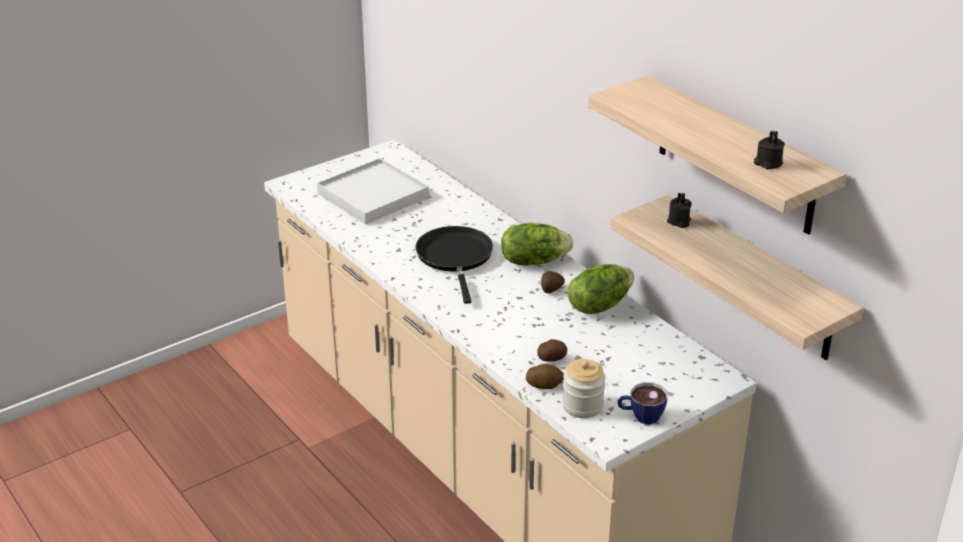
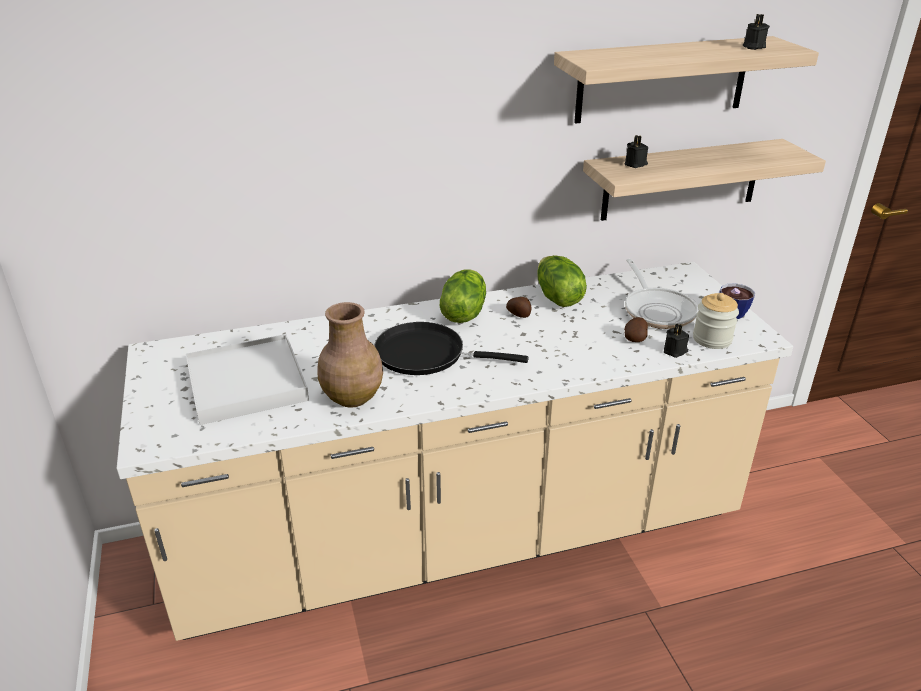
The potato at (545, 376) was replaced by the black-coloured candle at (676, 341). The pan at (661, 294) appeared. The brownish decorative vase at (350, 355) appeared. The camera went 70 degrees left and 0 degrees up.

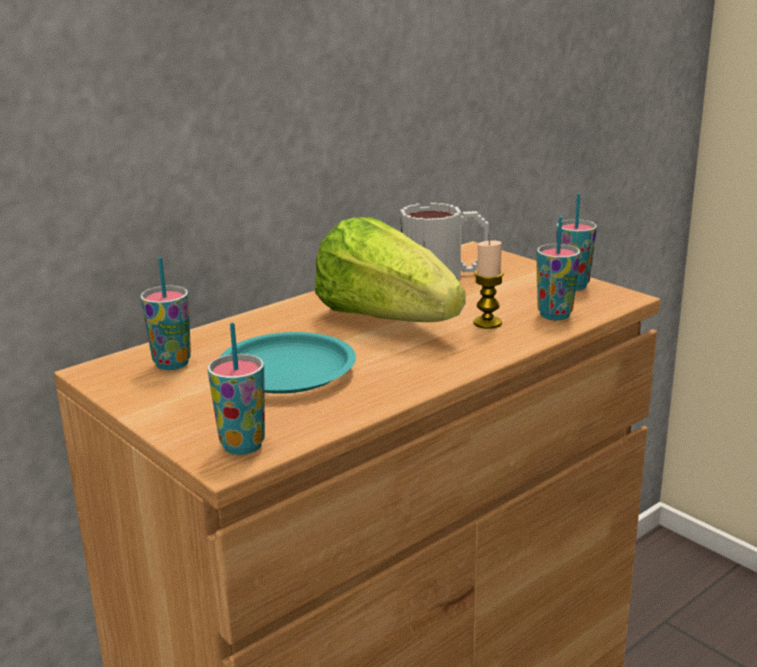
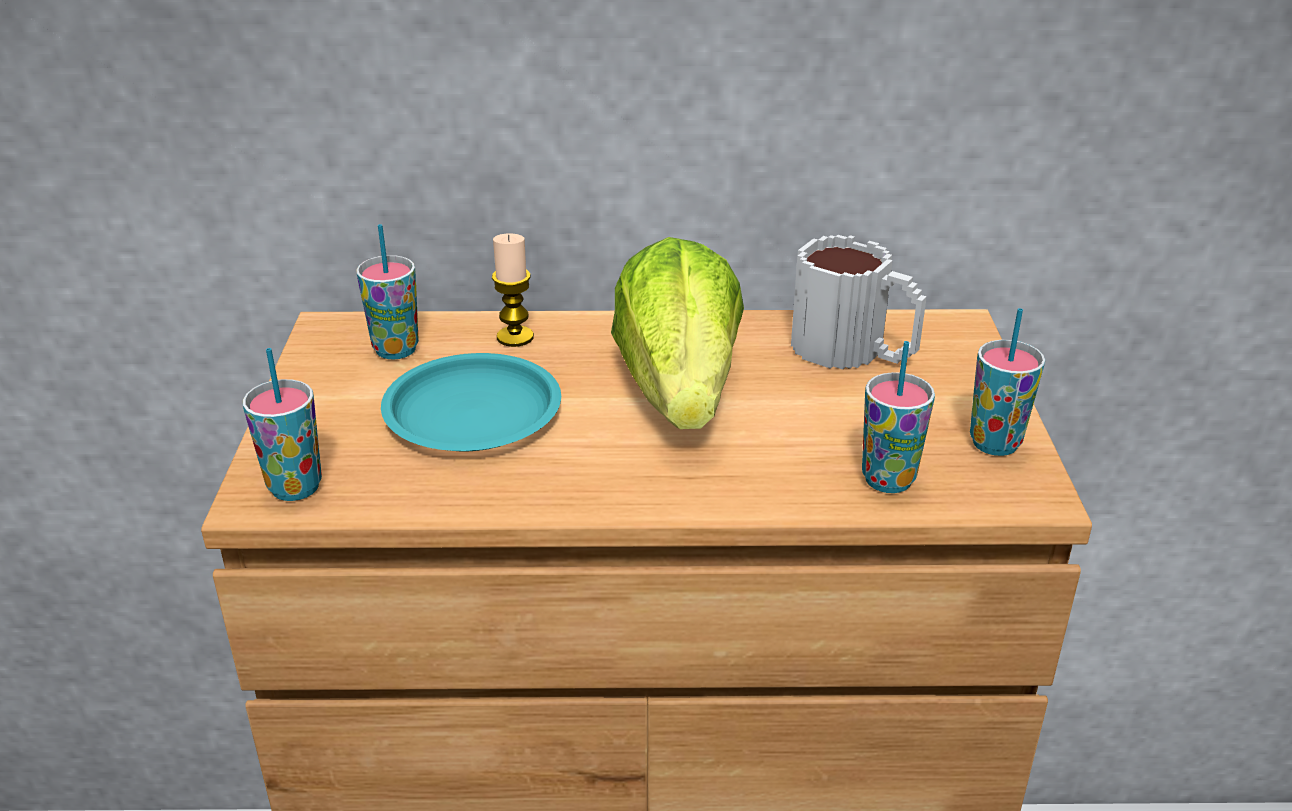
The candle moved from (488, 284) to (513, 290). The camera went 40 degrees right and 10 degrees up.

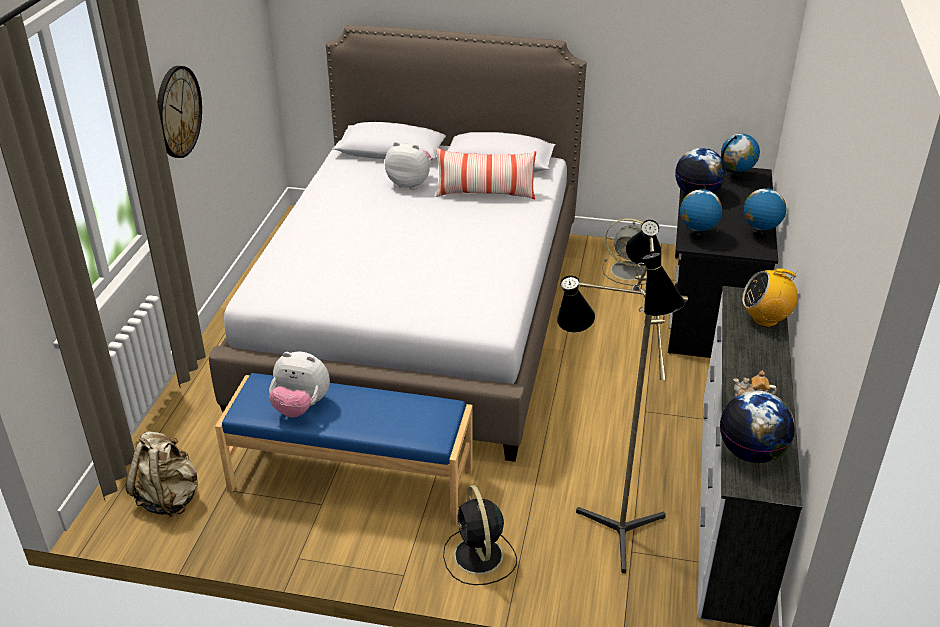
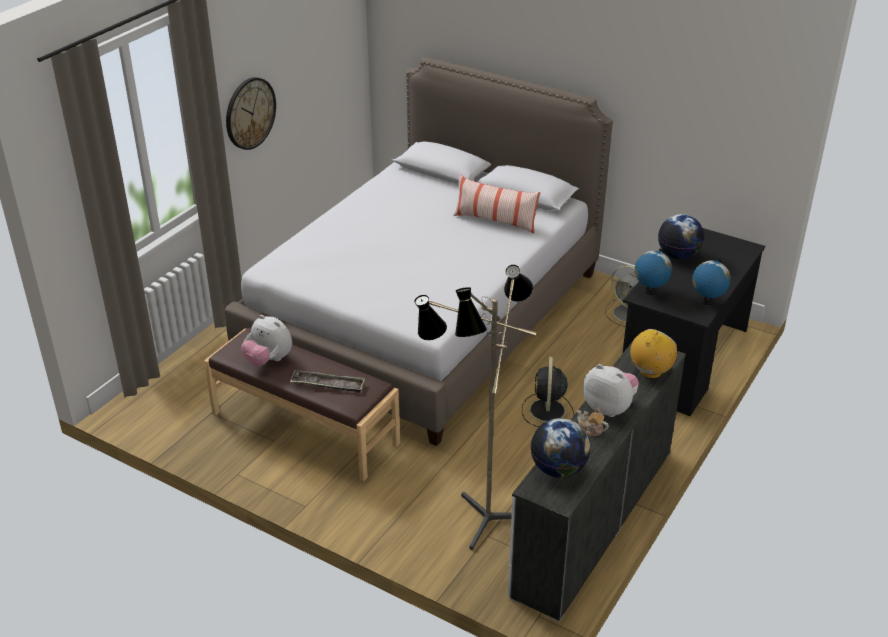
The globe at (740, 157) disappeared. The plush toy moved from (408, 166) to (611, 390). The radio receiver at (770, 297) turned 105 degrees clockwise. The blue long seat at (344, 449) became the brownish long seat at (302, 405). The beige backpack at (162, 474) disappeared. The black-coloured fan moved from (480, 535) to (548, 392). The serving tray at (327, 381) appeared. The camera went 20 degrees right and 0 degrees up.

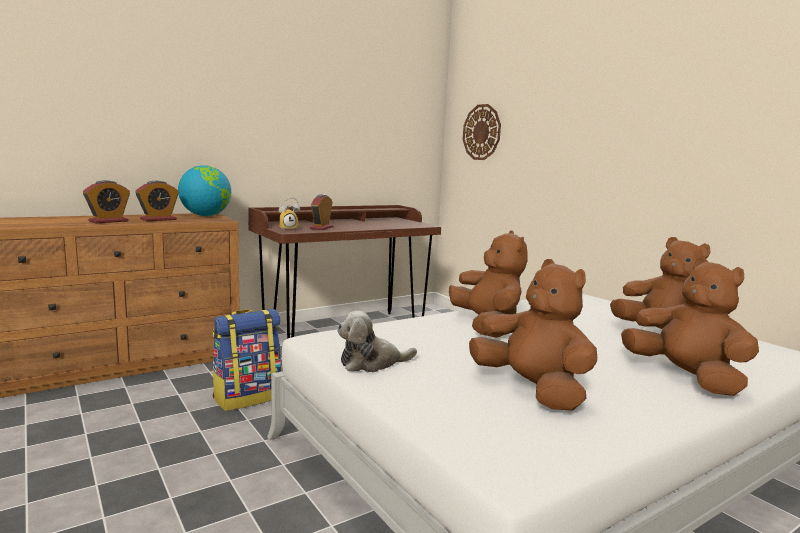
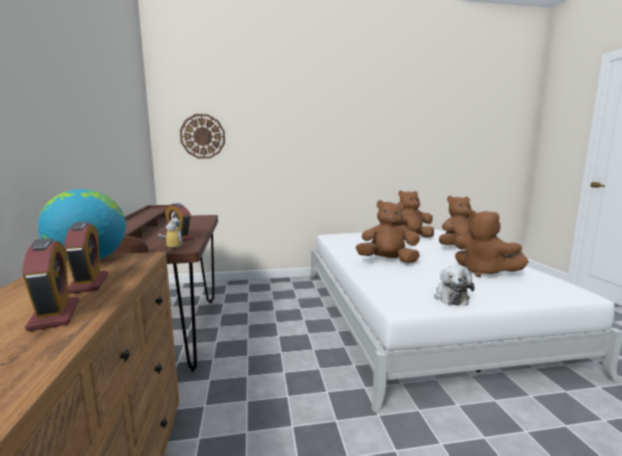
The brownish plush toy at (533, 335) turned 120 degrees counterclockwise. The backpack at (247, 360) disappeared. The camera went 65 degrees left and 0 degrees up.

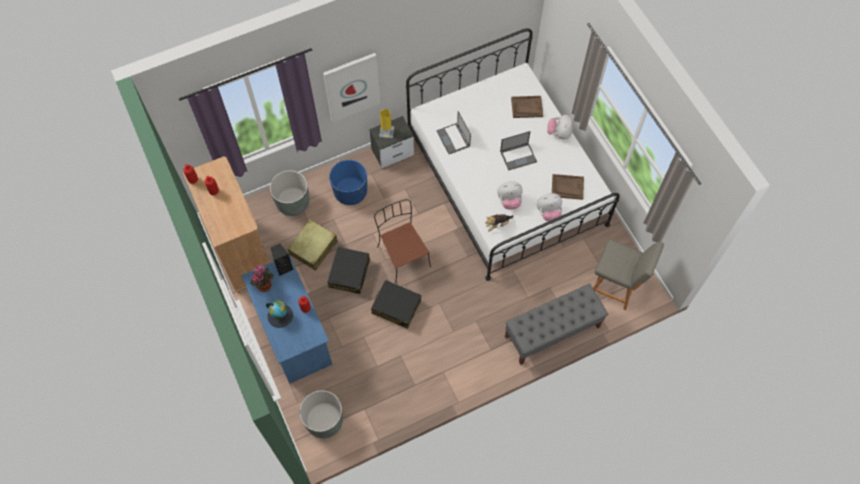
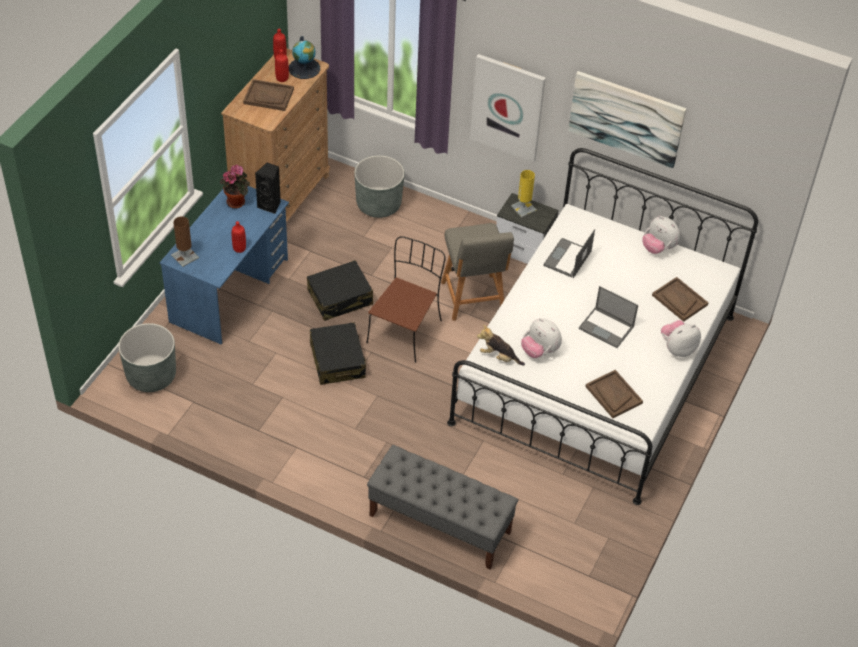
The blue flower pot at (348, 182) disappeared. The plush toy moved from (549, 207) to (661, 235). The beige suitcase at (312, 245) disappeared. The gray plain chair moved from (628, 274) to (477, 272). The globe moved from (279, 314) to (304, 57). The wall art at (627, 120) appeared. The brownish serving tray at (268, 95) appeared. The brownish lamp for a table at (185, 241) appeared. The camera went 50 degrees right and 15 degrees down.

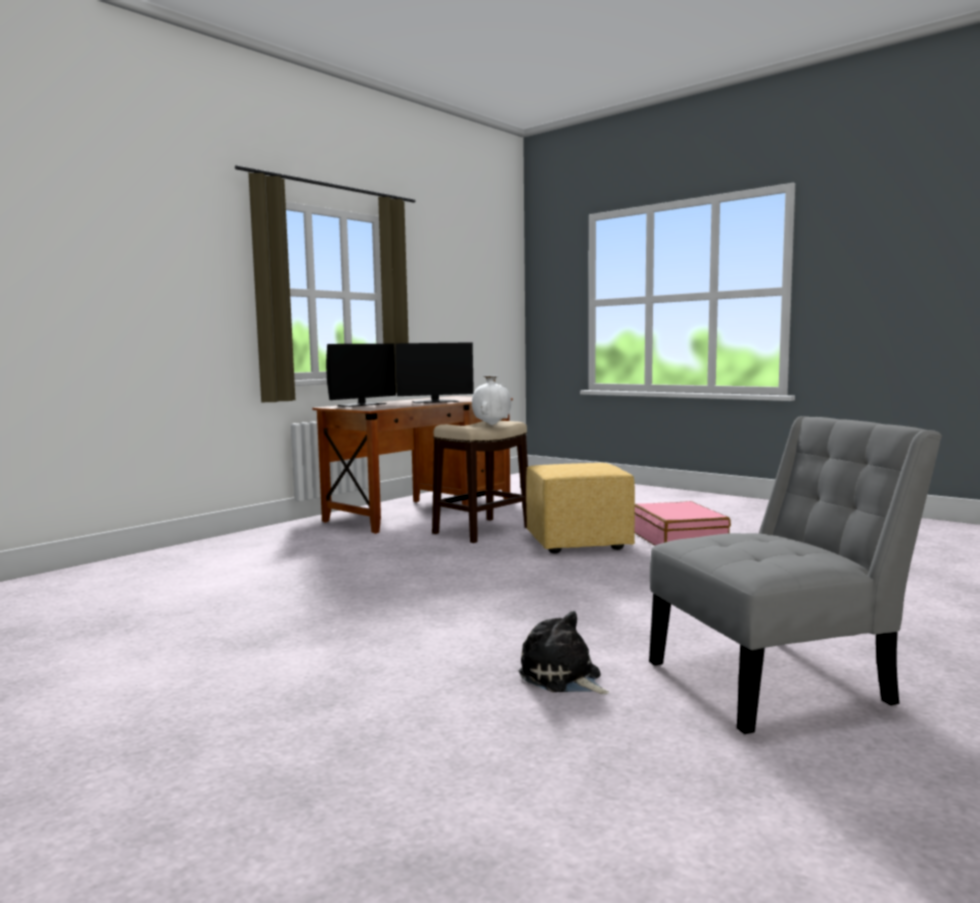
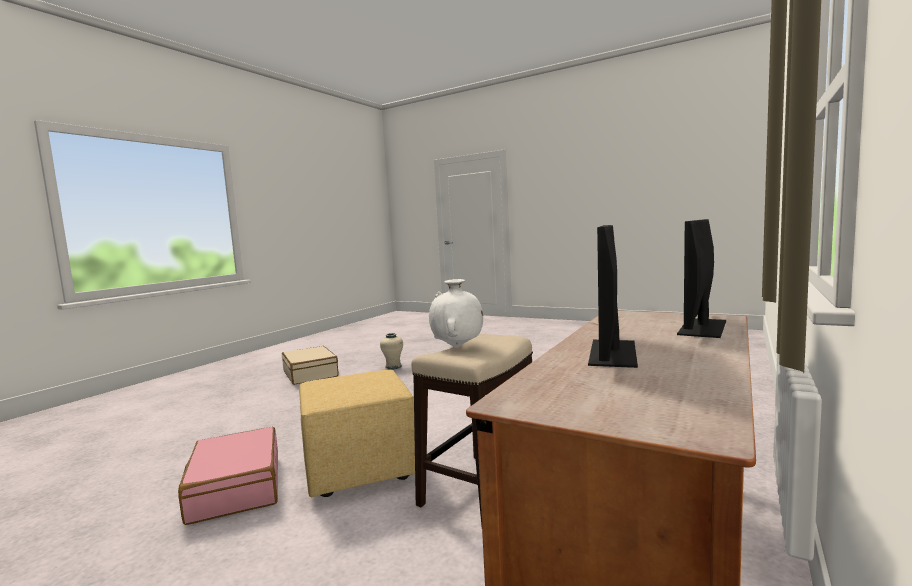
The monitor at (434, 372) turned 45 degrees counterclockwise. The gray plain chair at (795, 575) was replaced by the beige suitcase at (310, 365). The plush toy at (564, 652) was replaced by the beige decorative vase at (391, 351). The camera went 170 degrees right and 0 degrees up.

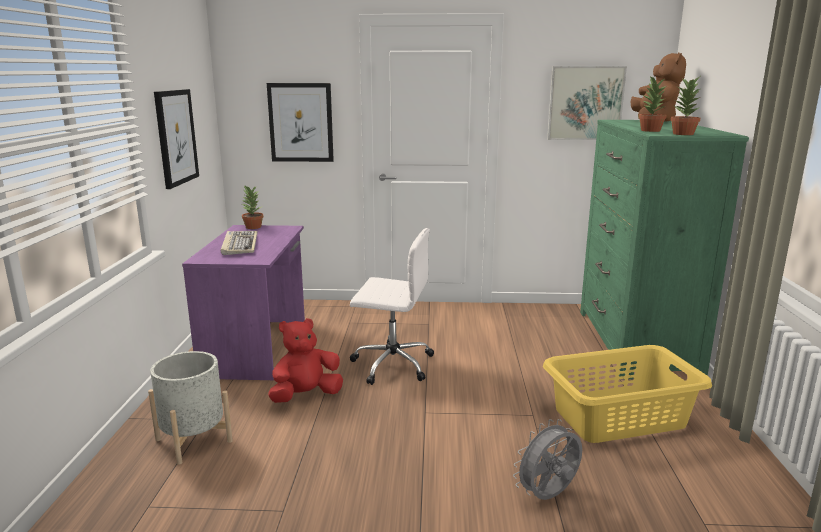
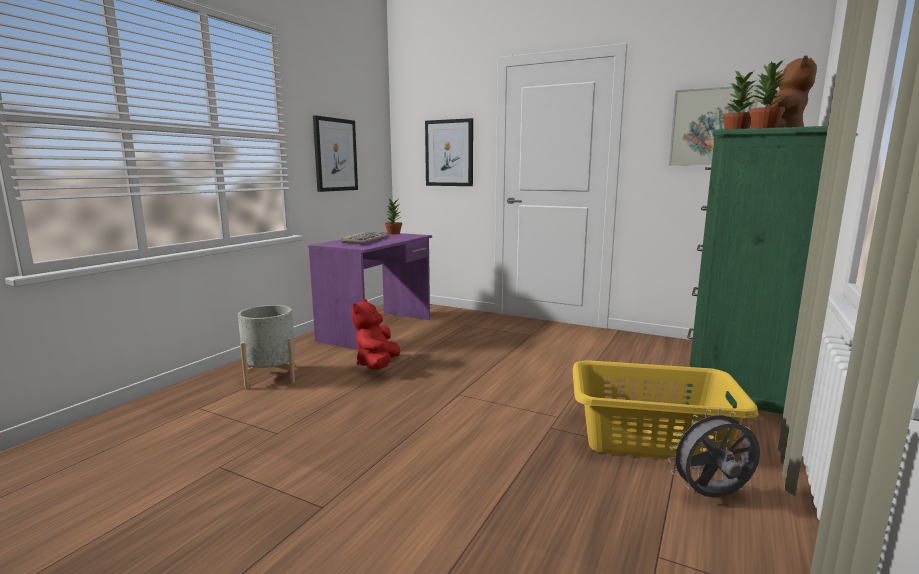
The whitish computer chair at (392, 306) disappeared. The red-coloured plush toy at (305, 360) turned 75 degrees counterclockwise. The gray fan moved from (547, 459) to (714, 452). The camera went 25 degrees right and 5 degrees down.

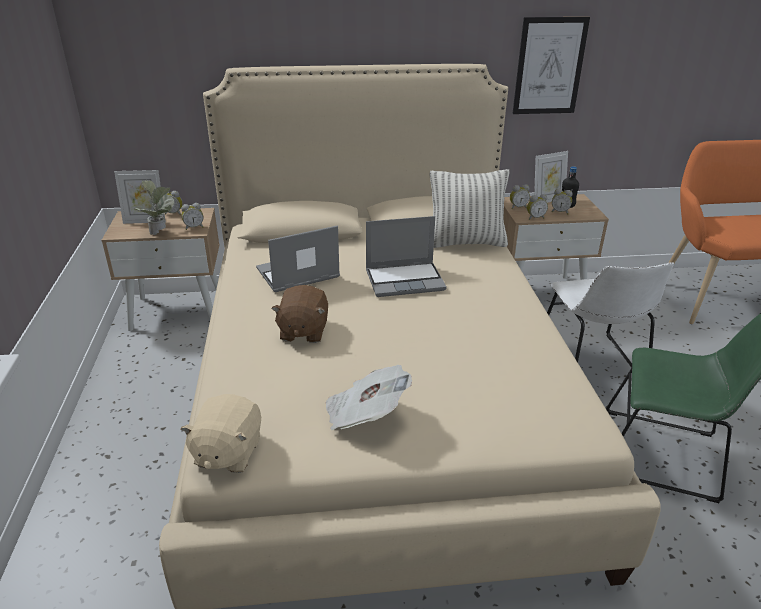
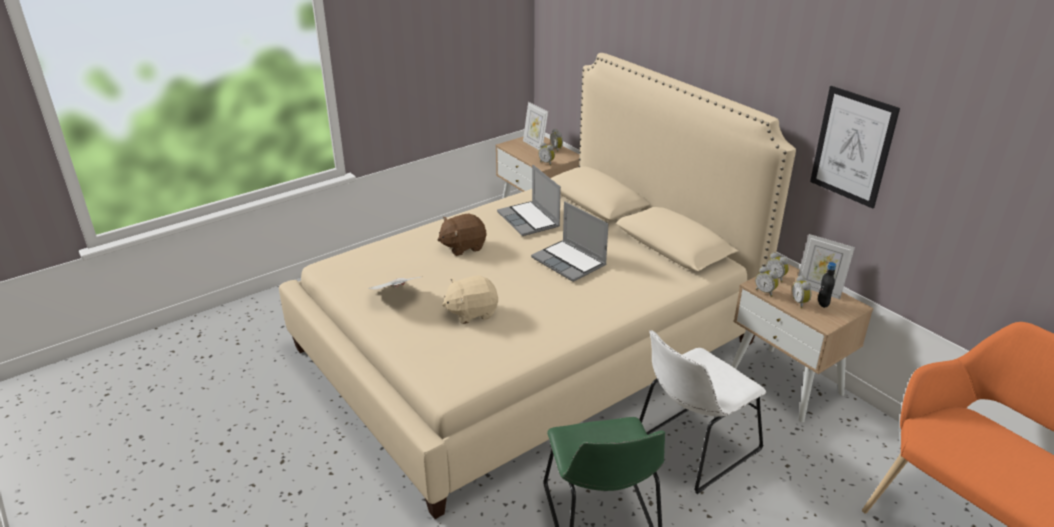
The pillow at (469, 208) disappeared. The plant in a pot at (155, 207) disappeared. The portable computer at (298, 258) turned 150 degrees counterclockwise. The beige plush toy moved from (220, 433) to (470, 299). The camera went 60 degrees right and 0 degrees up.

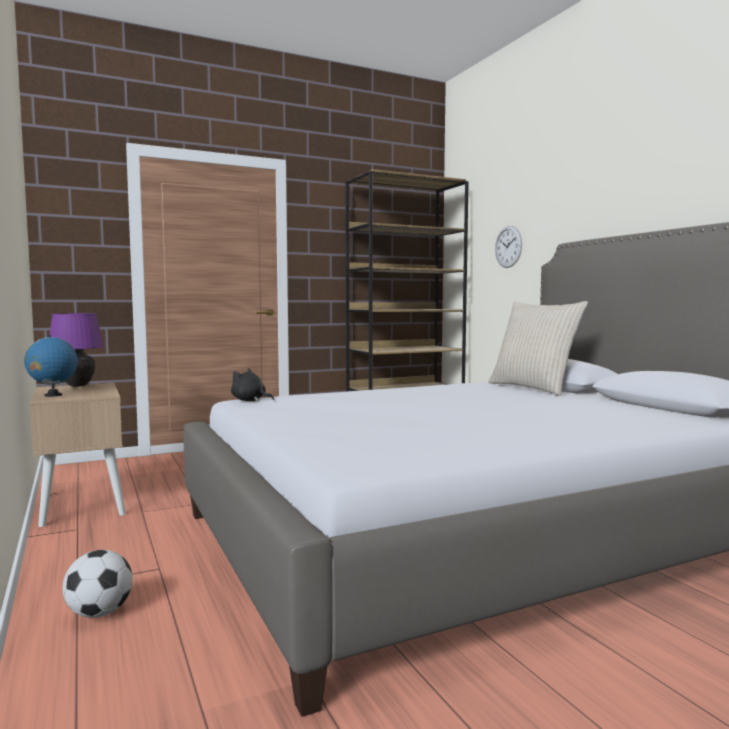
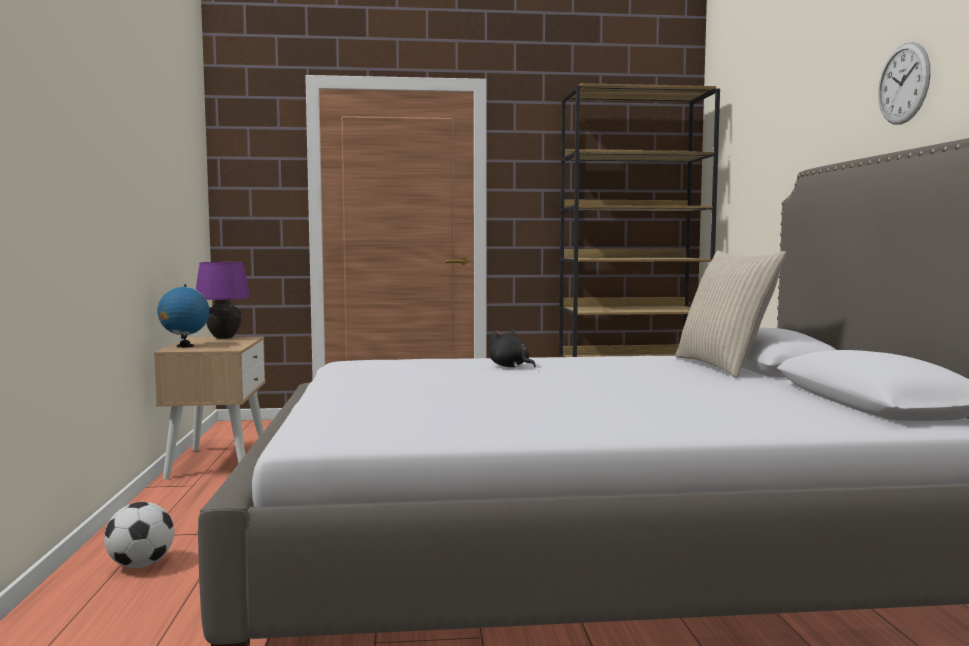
The clock on the wall moved from (508, 247) to (904, 83). The black-coloured plush toy moved from (252, 384) to (512, 348). The camera went 20 degrees right and 0 degrees up.

